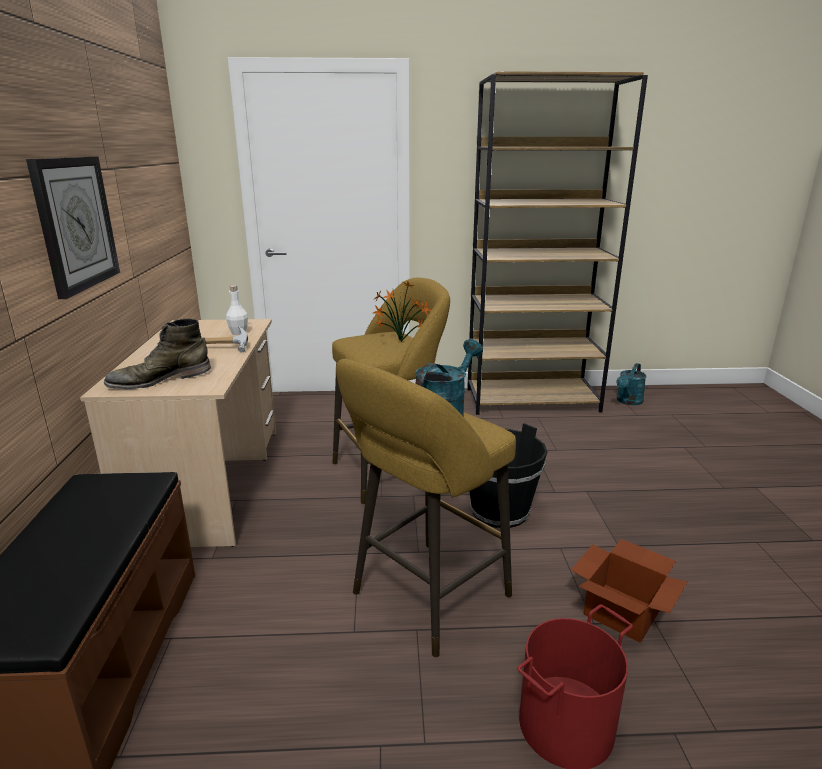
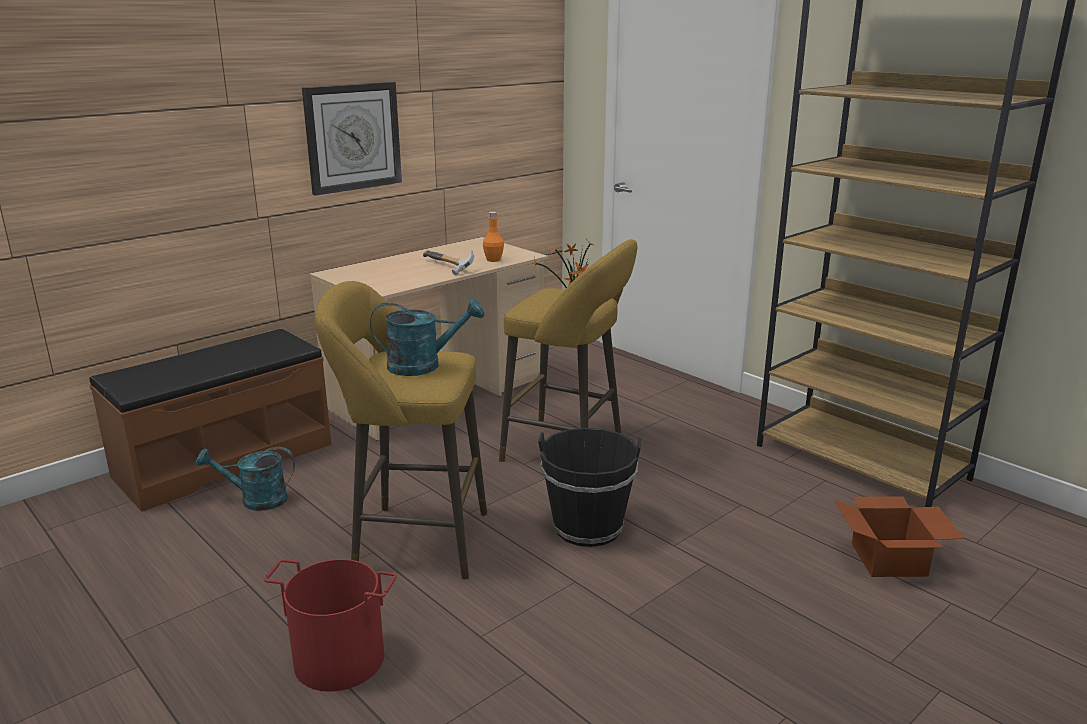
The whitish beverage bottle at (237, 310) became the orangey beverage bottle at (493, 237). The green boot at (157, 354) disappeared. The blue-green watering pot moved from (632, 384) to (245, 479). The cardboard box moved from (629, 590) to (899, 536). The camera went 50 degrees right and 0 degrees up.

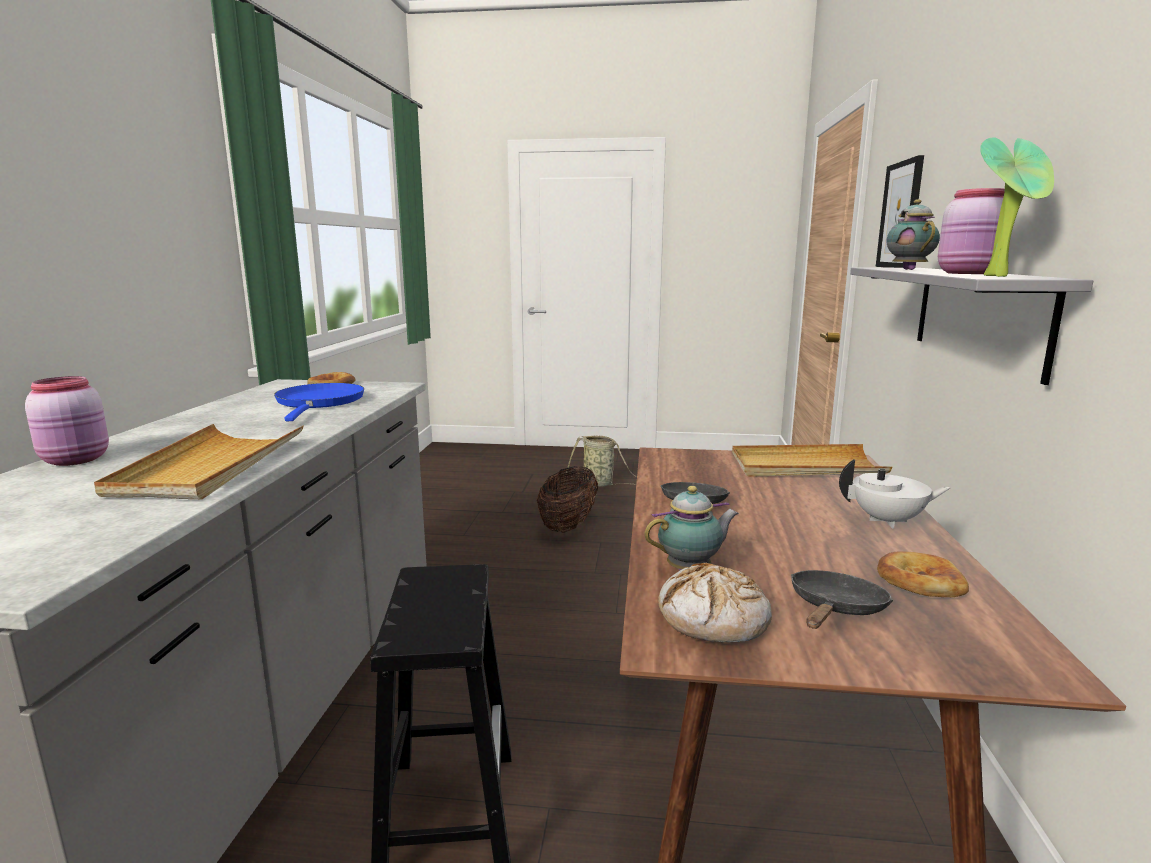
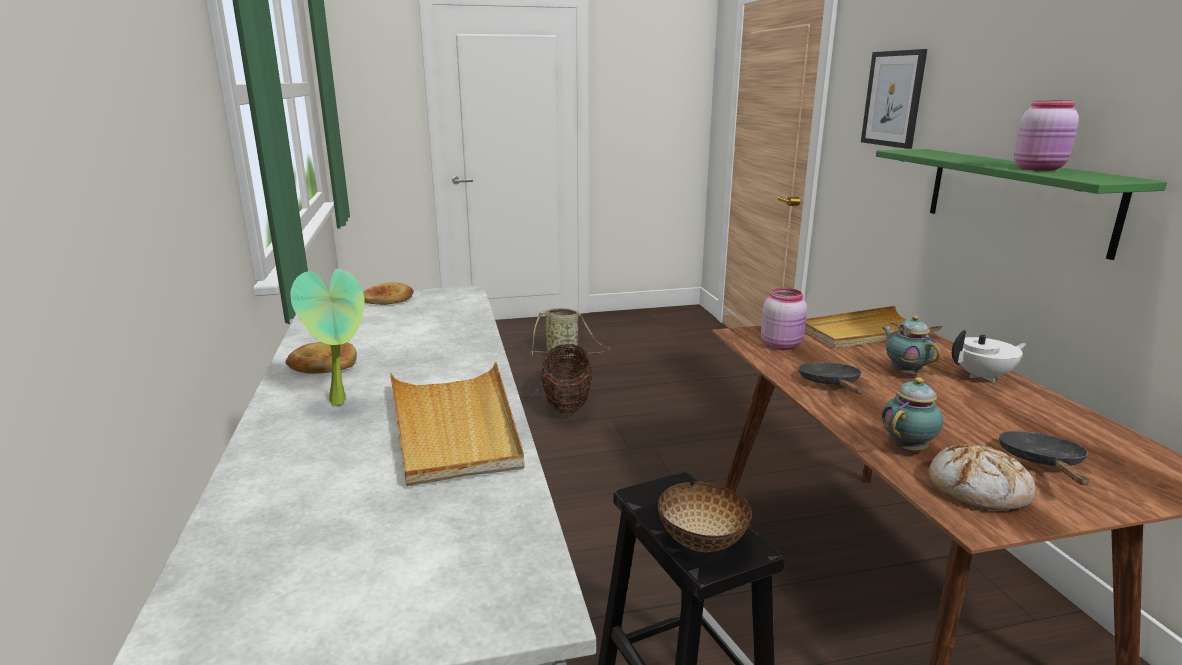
The plant in a pot moved from (1017, 207) to (327, 337). The pot for tea moved from (913, 234) to (911, 346). The gray bracket shelf at (971, 326) became the green bracket shelf at (1021, 204). The pink-coloured jar moved from (67, 421) to (784, 319). The blue pan at (319, 402) disappeared. The bread moved from (923, 574) to (321, 358). The serving bowl at (705, 516) appeared. The camera went 20 degrees left and 5 degrees up.

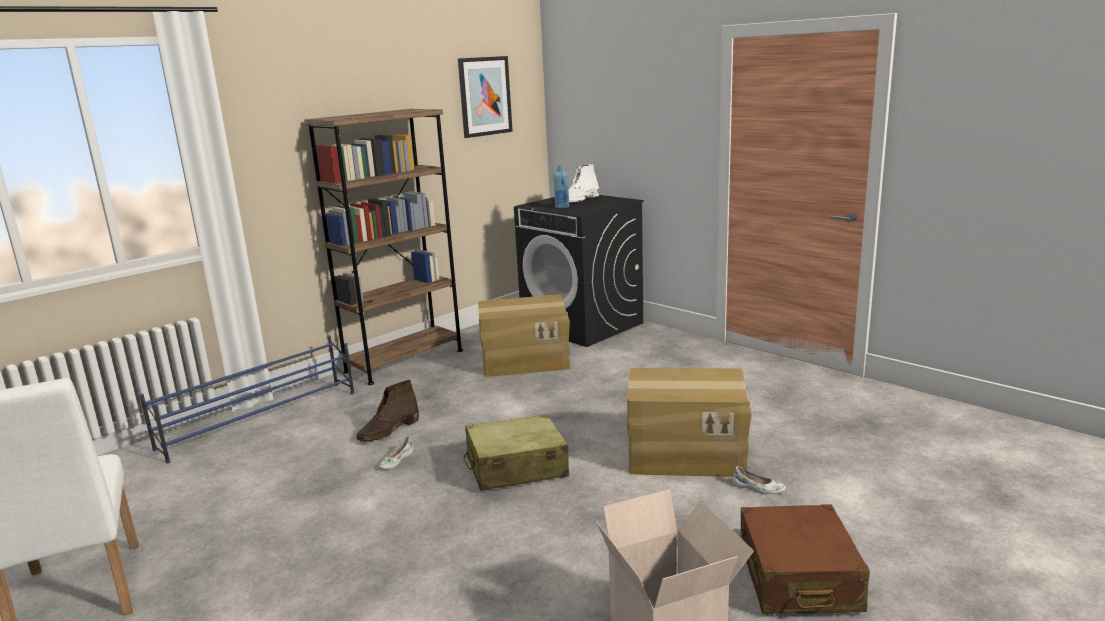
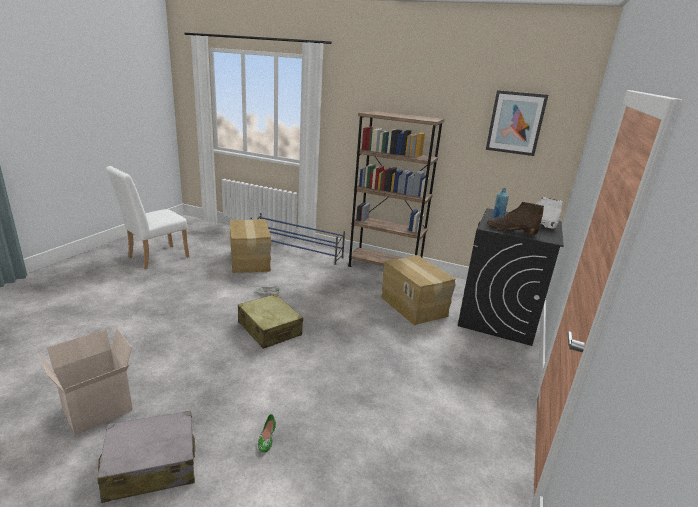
The cardboard box moved from (688, 422) to (250, 246). The brownish boot moved from (387, 411) to (515, 218). The whitish shoe at (759, 480) became the green shoe at (267, 433). The brownish suitcase at (805, 559) became the gray suitcase at (146, 457). The camera went 65 degrees right and 5 degrees up.

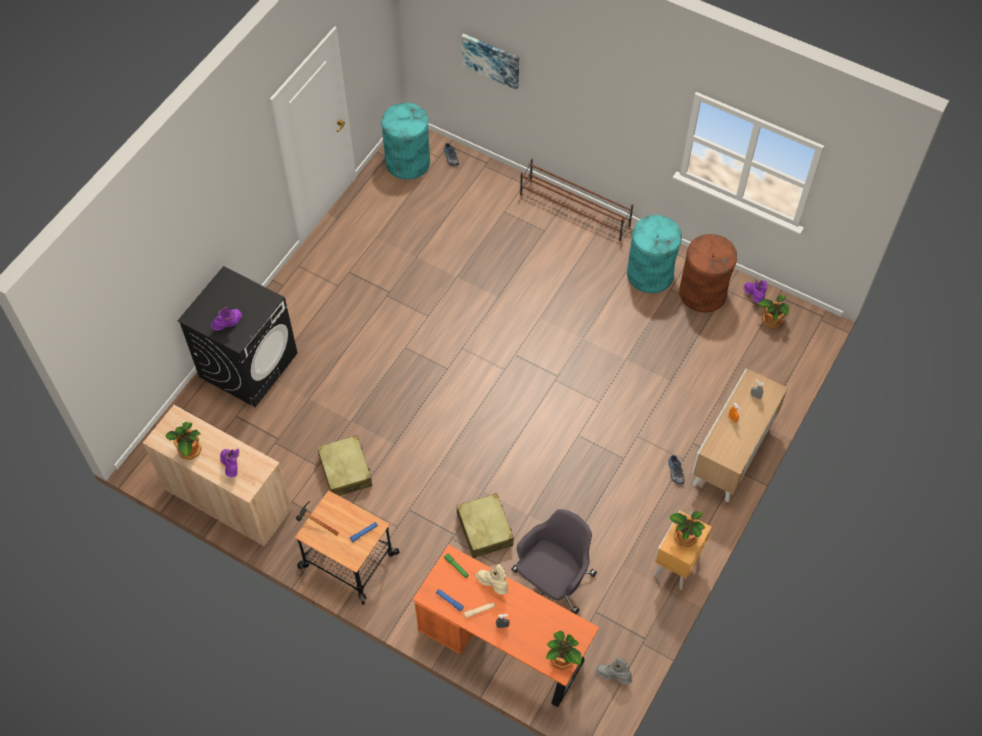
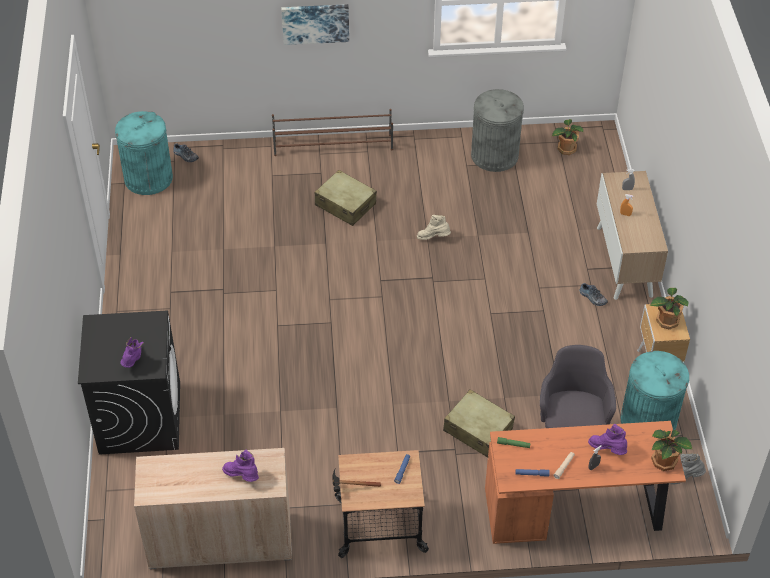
The wall art moved from (490, 62) to (315, 24). The blue-green rubbish bin moved from (654, 254) to (654, 390). The brownish rubbish bin at (708, 273) became the gray rubbish bin at (497, 130). The purple boot moved from (755, 292) to (607, 439). The plant in a pot at (183, 441) disappeared. The beige suitcase moved from (344, 465) to (346, 198). The beige boot moved from (492, 579) to (434, 227). The camera went 35 degrees left and 10 degrees down.

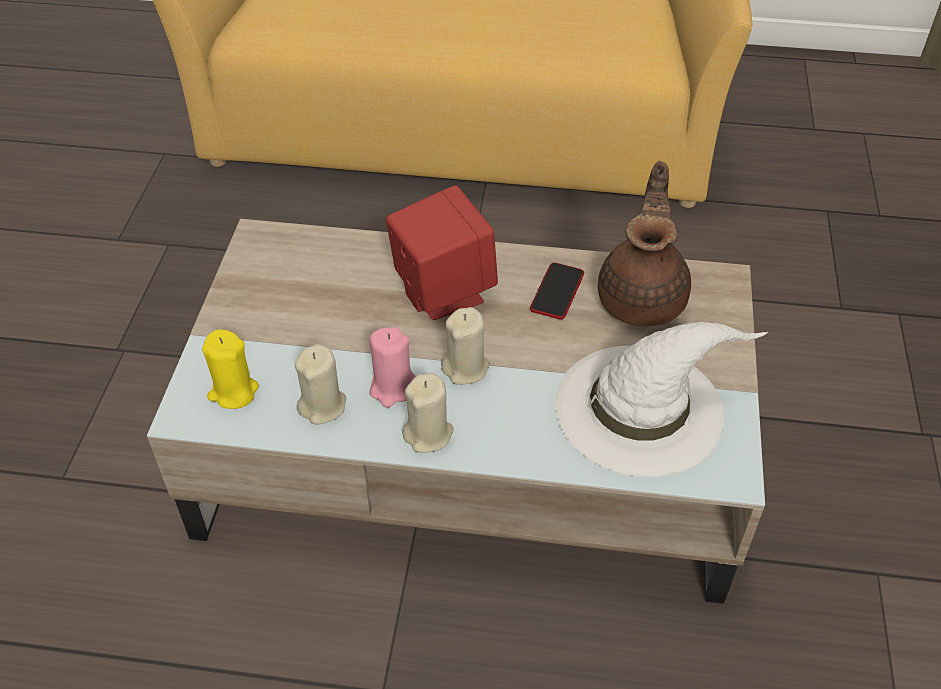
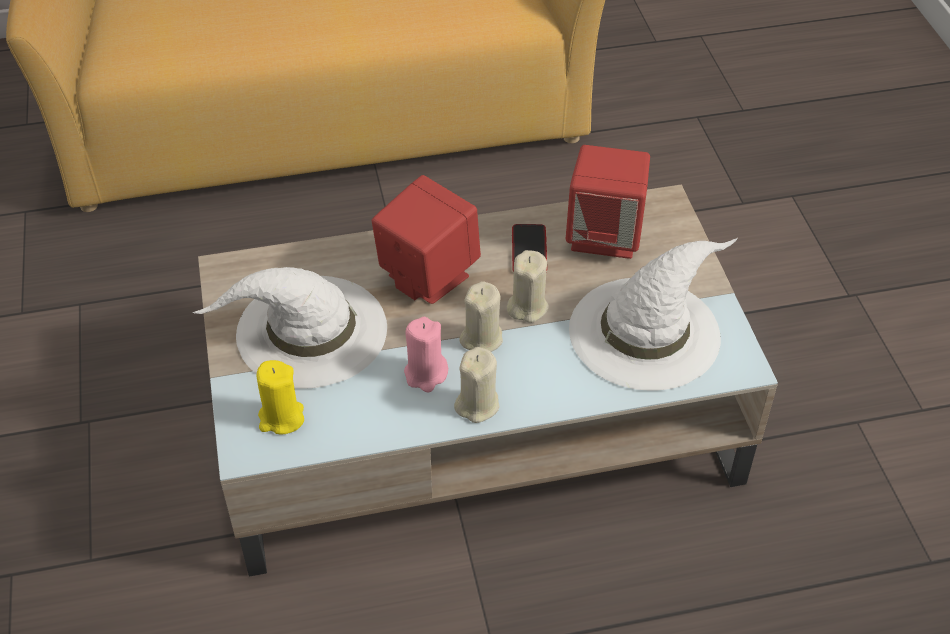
The brownish pot for tea at (644, 243) was replaced by the red-coloured speaker at (608, 202). The beige candle moved from (320, 384) to (528, 286). The whitish hat at (289, 327) appeared. The camera went 20 degrees left and 0 degrees up.

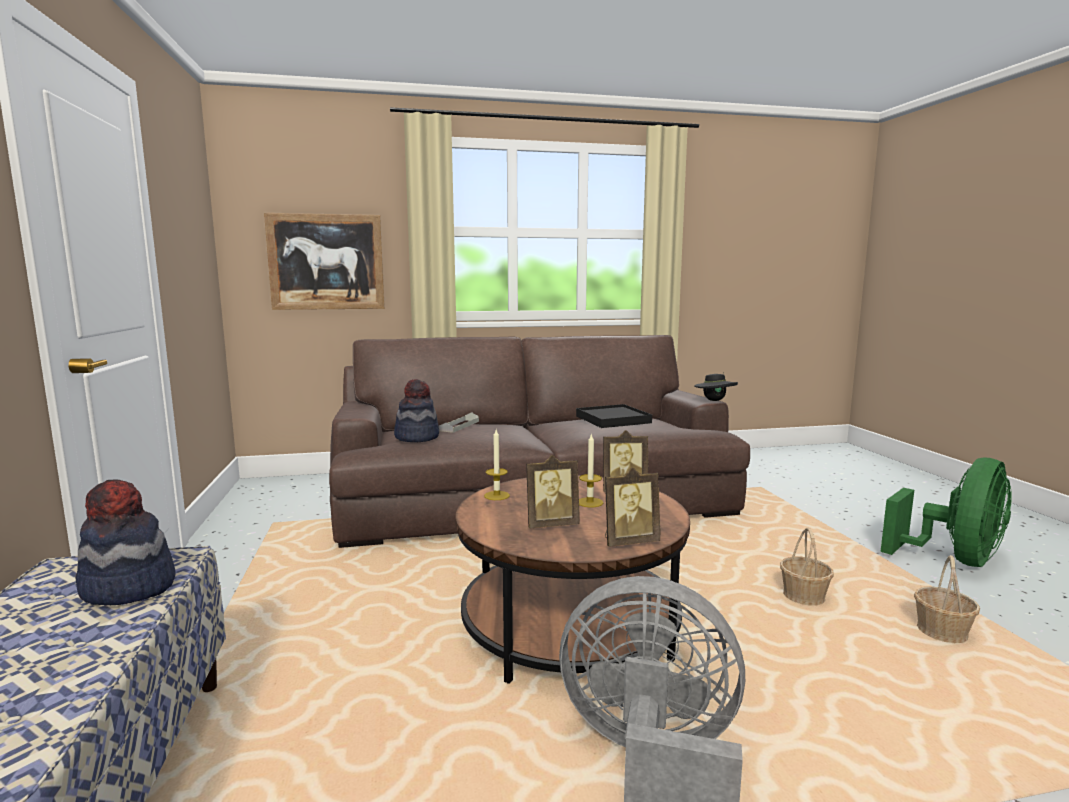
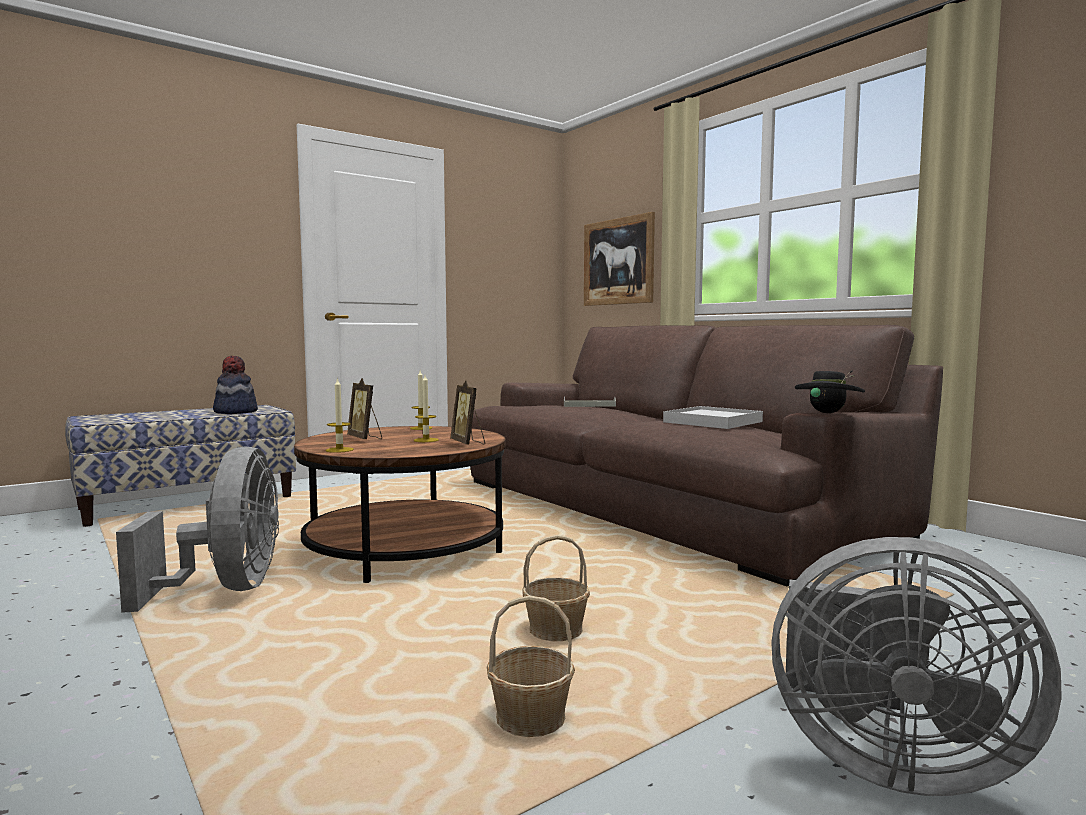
The hat at (416, 410) disappeared. The black-coloured serving tray at (614, 416) became the whitish serving tray at (713, 417). The green fan at (946, 512) became the gray fan at (916, 666). The picture frame at (632, 507) was replaced by the candle at (340, 415). The camera went 65 degrees right and 5 degrees down.

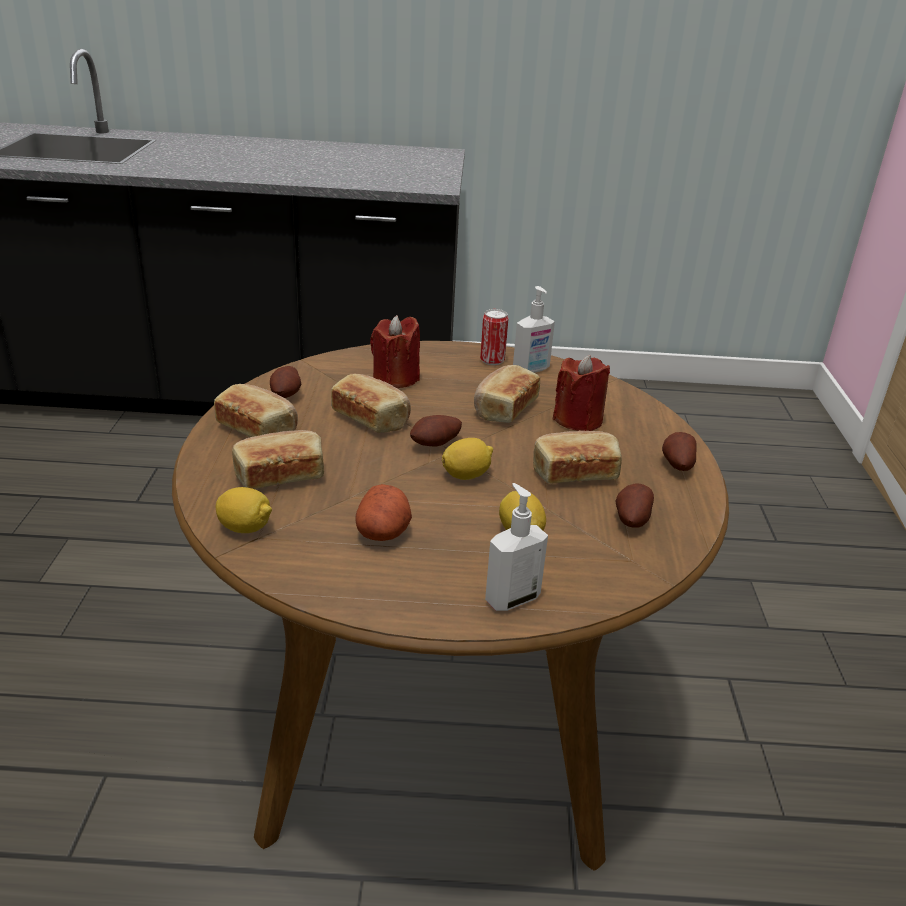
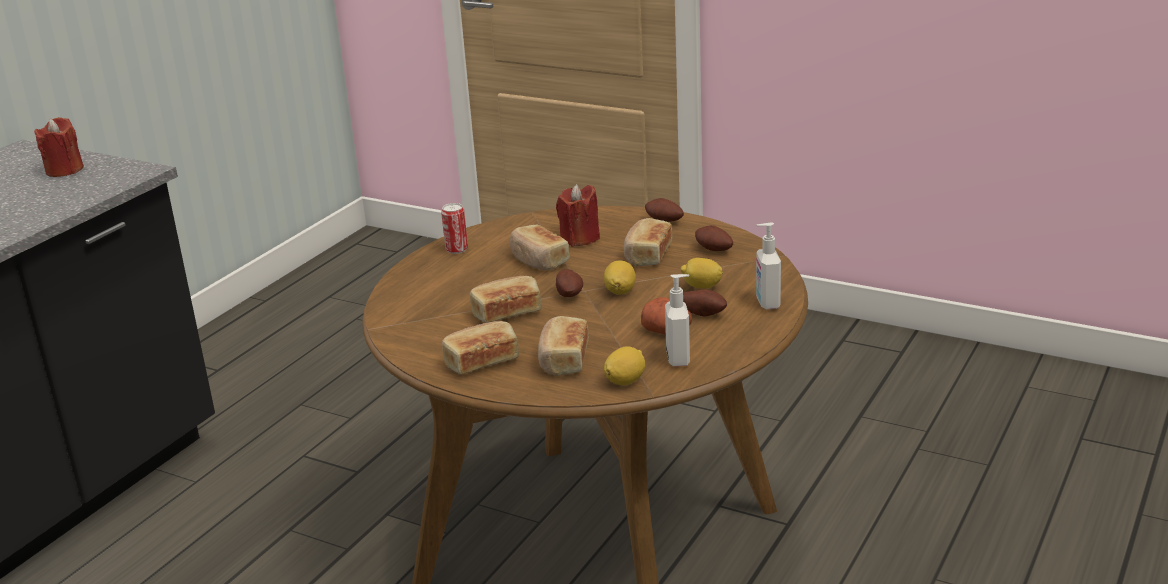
The soap dispenser moved from (534, 329) to (677, 320). The red-coloured candle moved from (395, 351) to (59, 147). The potato moved from (285, 382) to (705, 302). The camera went 60 degrees left and 5 degrees down.

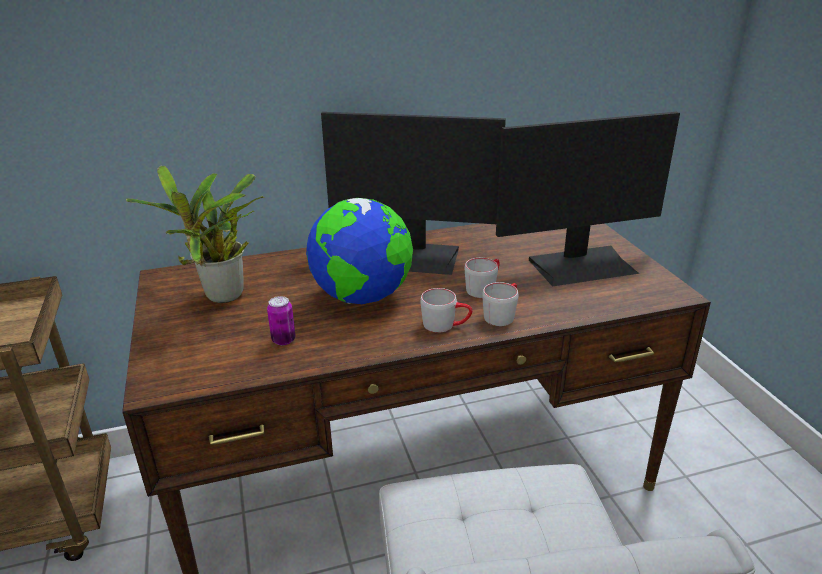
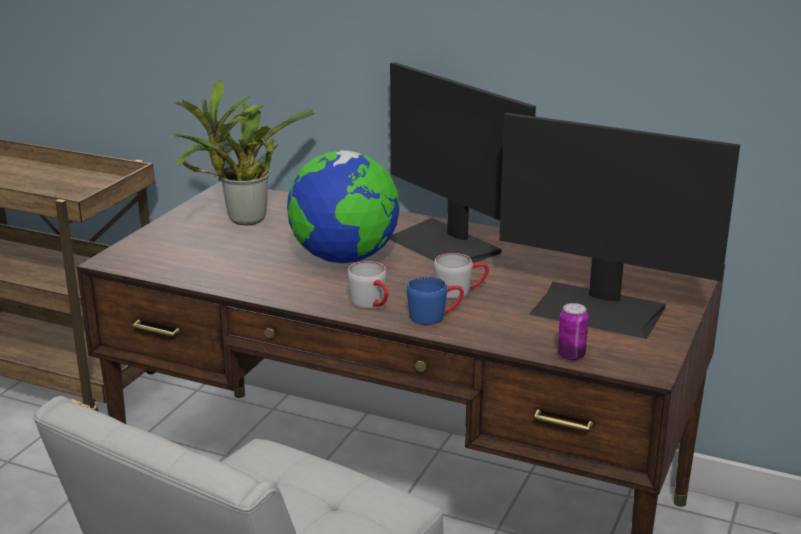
The gray tea mug at (500, 304) became the blue tea mug at (435, 300). The metal can moved from (281, 320) to (573, 332). The camera went 40 degrees right and 5 degrees down.

